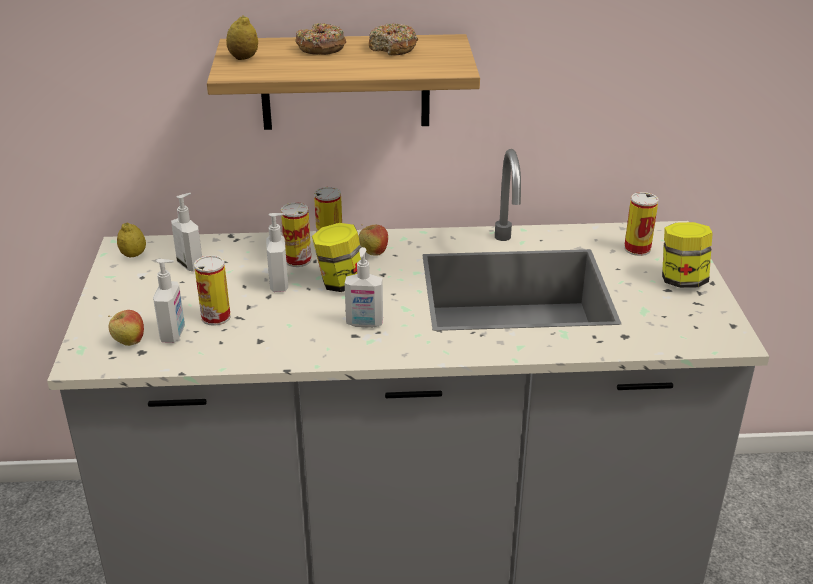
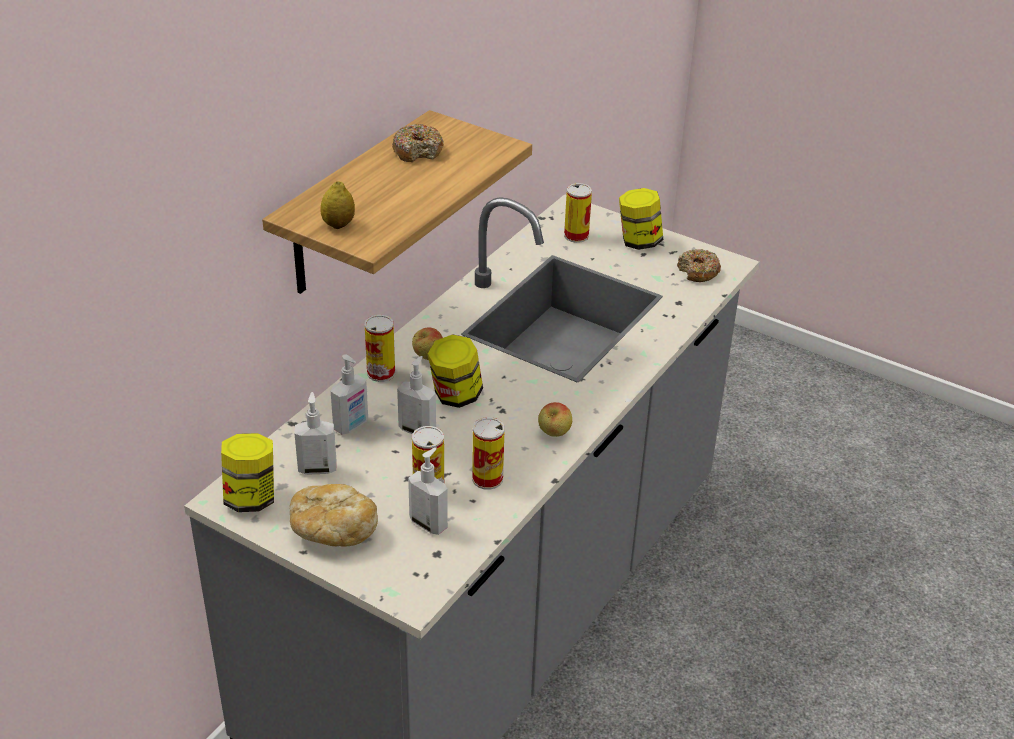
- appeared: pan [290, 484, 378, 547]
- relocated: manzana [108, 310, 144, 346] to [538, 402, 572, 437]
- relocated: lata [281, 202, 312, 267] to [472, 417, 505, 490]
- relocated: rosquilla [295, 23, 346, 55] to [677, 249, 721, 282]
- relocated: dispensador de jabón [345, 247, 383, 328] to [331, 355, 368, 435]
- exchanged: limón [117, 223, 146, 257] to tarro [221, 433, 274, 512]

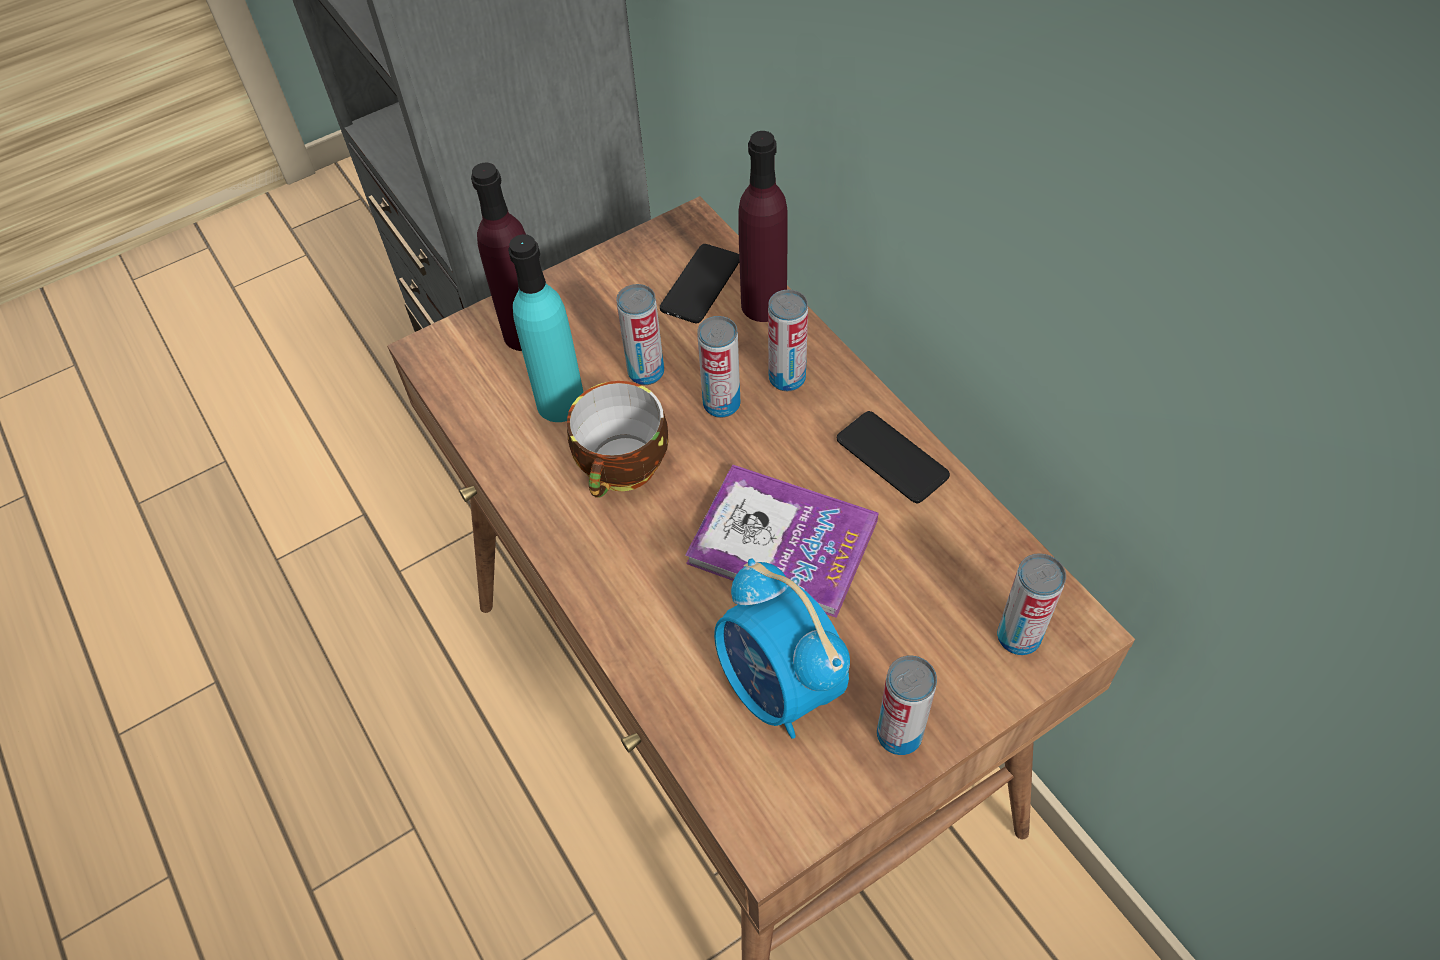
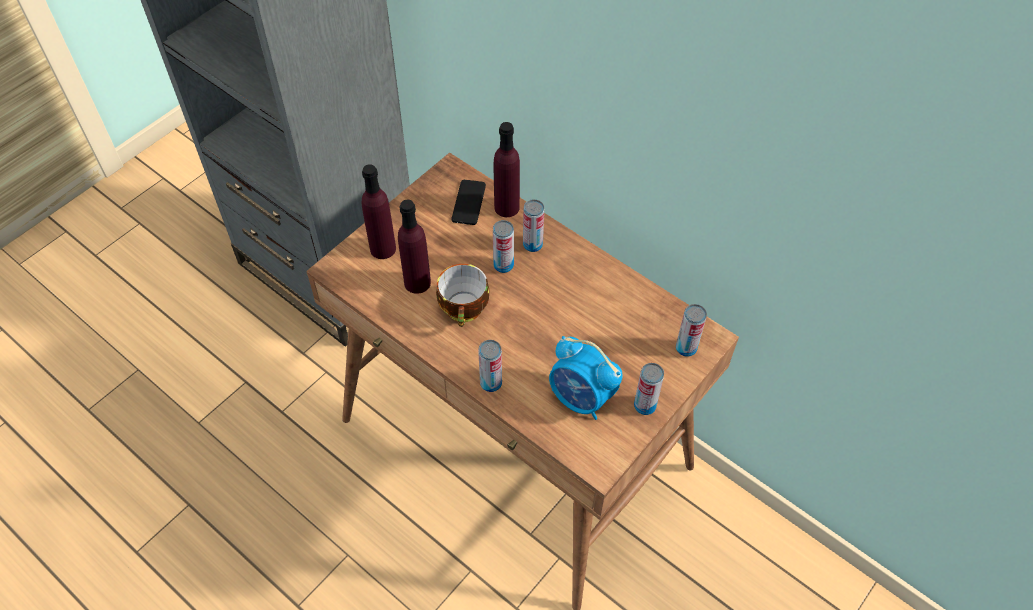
- missing: libro [685, 464, 878, 618]
- missing: móvil [837, 411, 950, 504]
- relocated: lata [616, 284, 664, 385] to [478, 340, 502, 392]
- colour: botella (turquesa) [508, 234, 583, 422] to botella (morado) [398, 200, 431, 294]

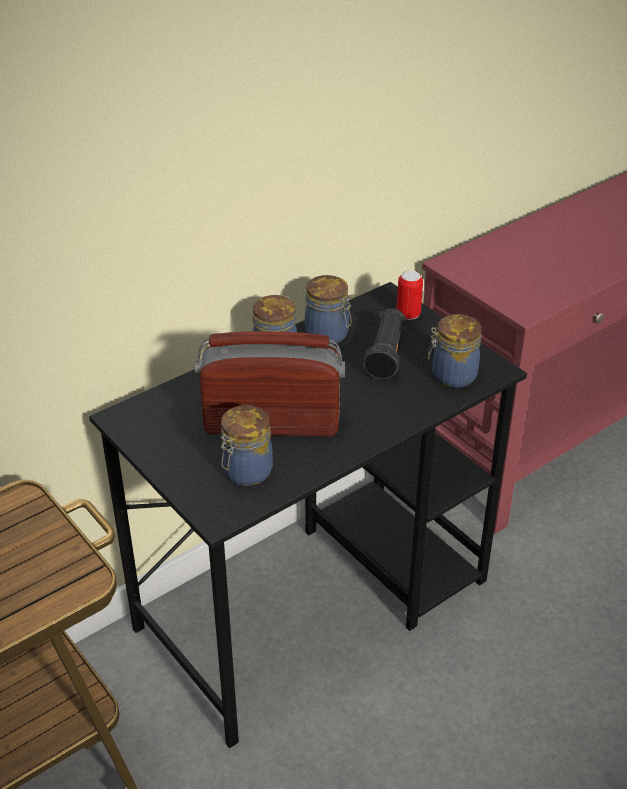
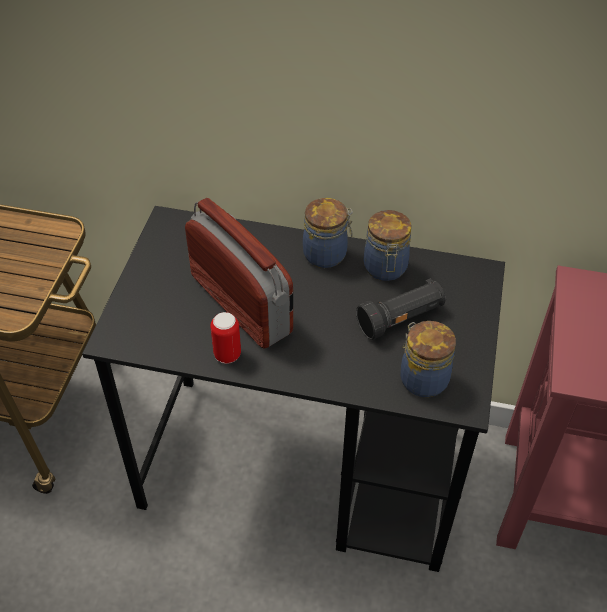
- missing: tarro [221, 405, 273, 486]
- relocated: lata [397, 271, 423, 320] to [210, 312, 241, 364]

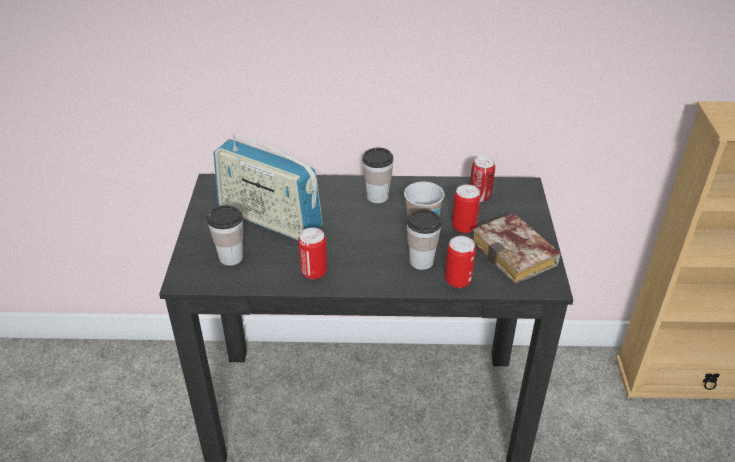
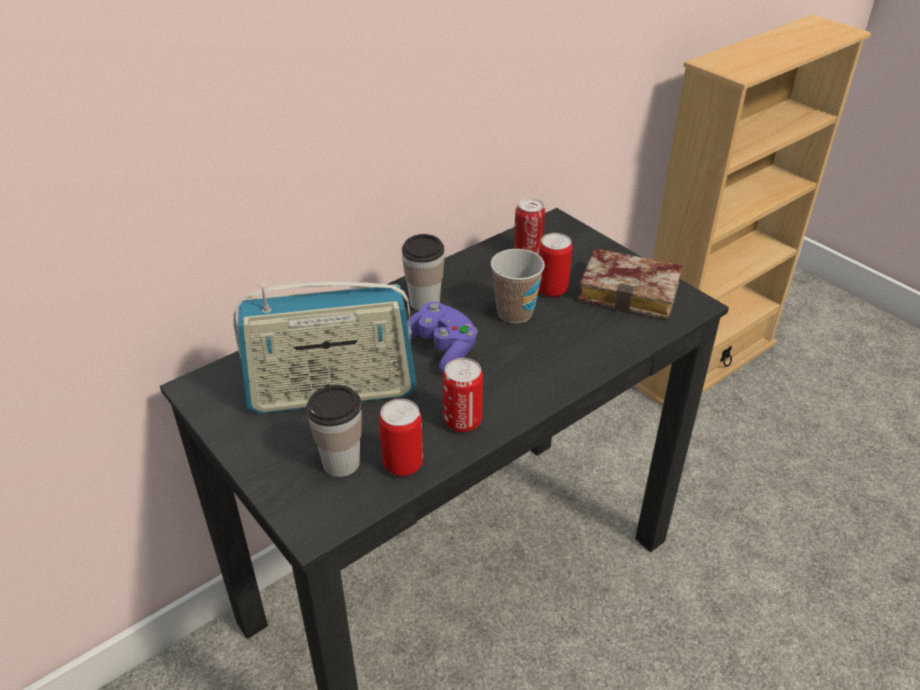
- missing: taza [407, 209, 441, 270]
- appeared: mando de consola (morado) [407, 302, 477, 373]
- relocated: lata [445, 236, 476, 288] to [379, 399, 423, 477]

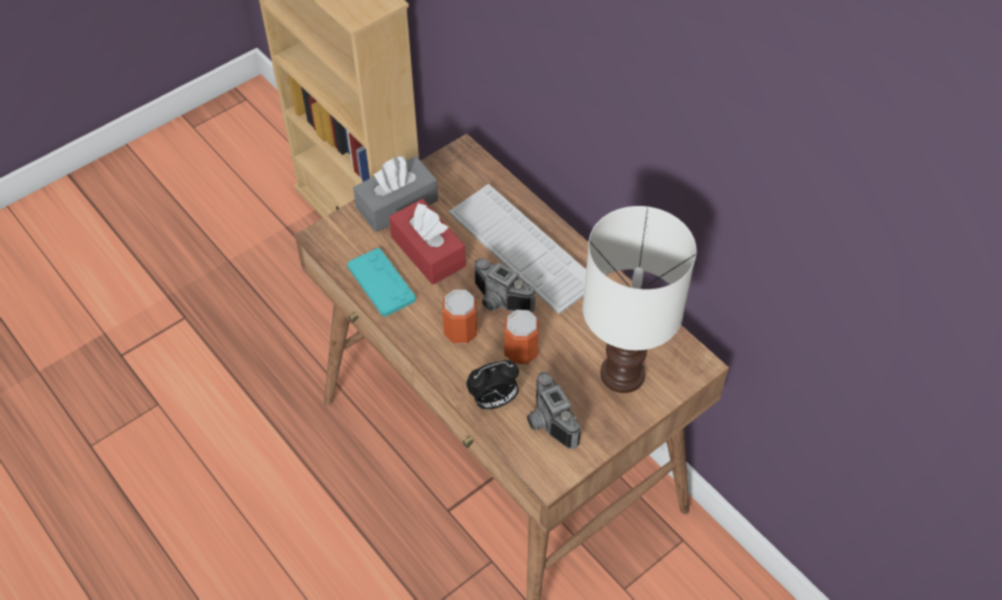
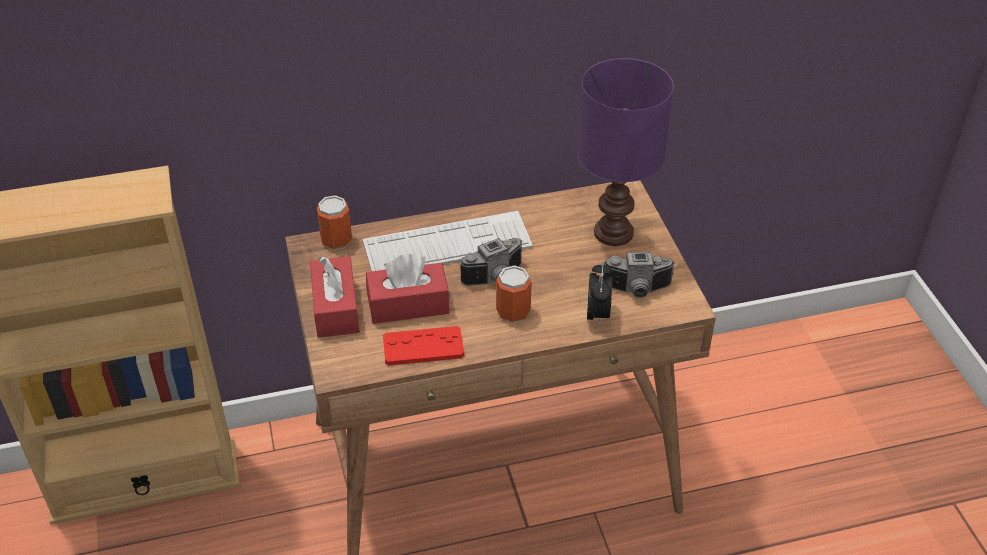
- relocated: lata [504, 310, 539, 365] to [317, 195, 352, 250]
- colour: mando de consola (turquesa) [347, 248, 416, 317] to mando de consola (rojo) [383, 326, 464, 366]
- colour: caja de pañuelos (gris) [353, 155, 438, 232] to caja de pañuelos (rojo) [310, 256, 360, 338]
- colour: lámpara de mesa (blanco) [583, 206, 697, 393] to lámpara de mesa (morado) [578, 58, 674, 246]

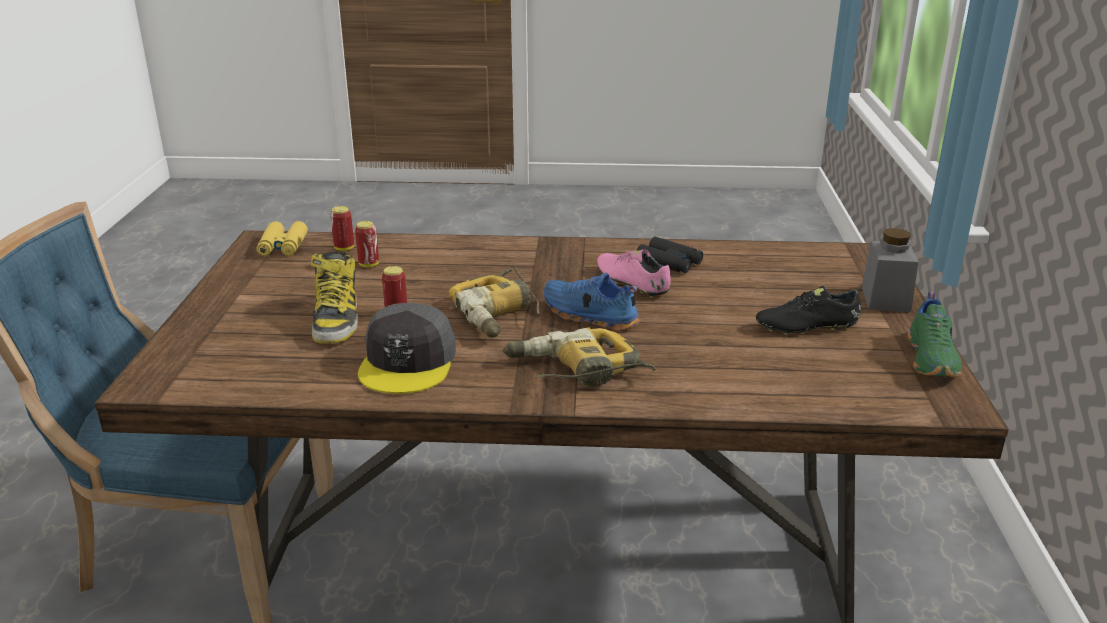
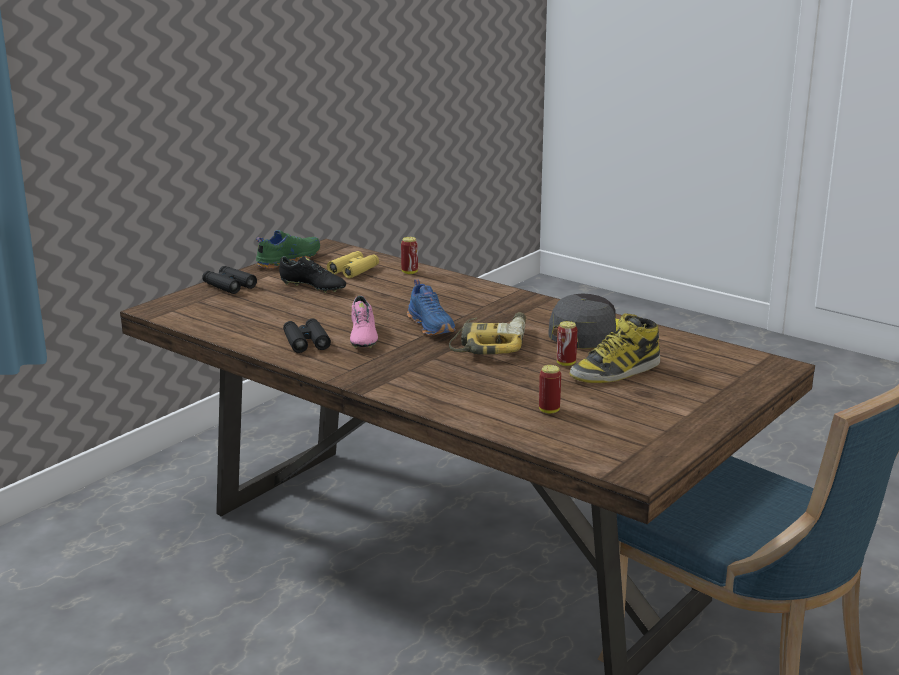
- missing: taladro [503, 327, 656, 388]
- relocated: prismáticos (amarillo) [257, 221, 308, 256] to [327, 251, 379, 278]
- relocated: lata [330, 206, 354, 251] to [401, 237, 418, 274]
- exchanged: tarro (gris) [862, 228, 918, 312] to prismáticos (negro) [202, 266, 257, 294]
- spun: bota [311, 252, 358, 344] = [570, 313, 660, 383] 150 degrees counterclockwise

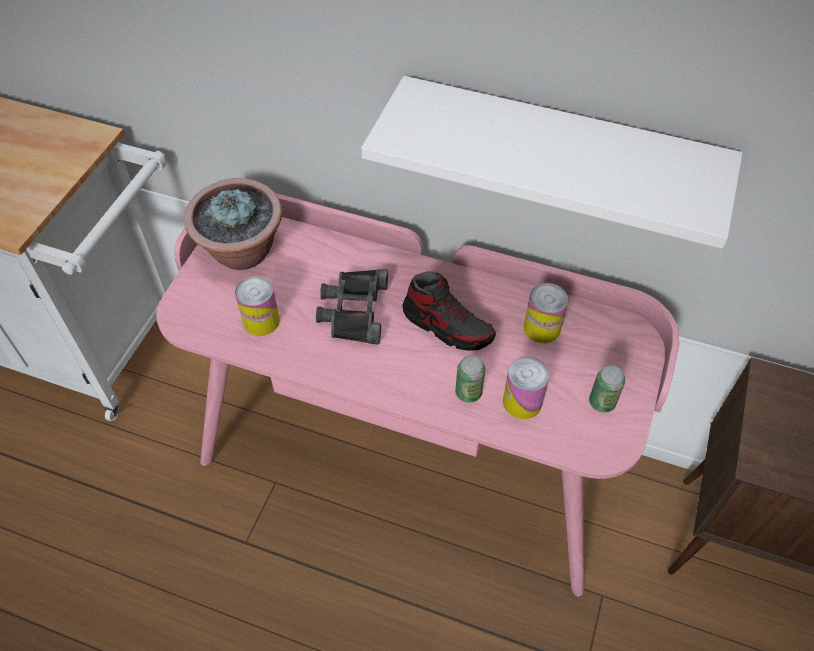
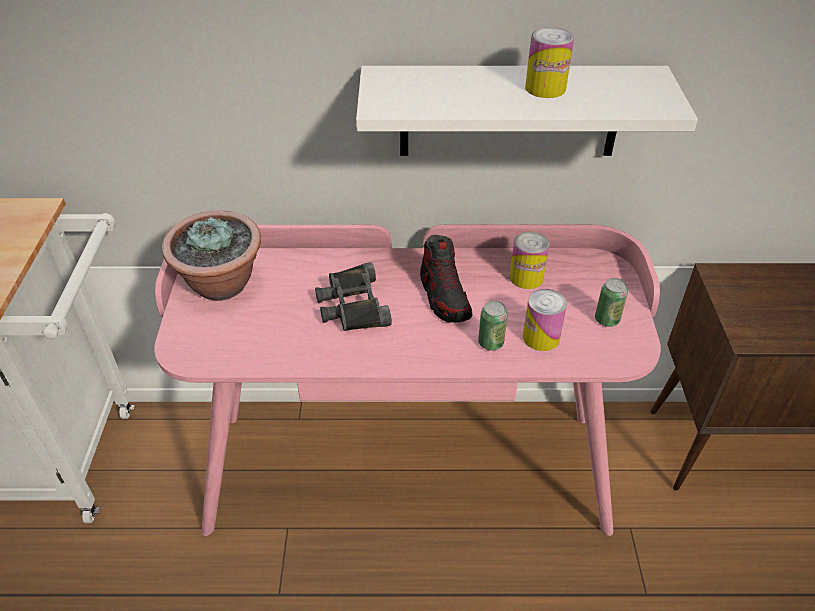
- relocated: lata [235, 276, 280, 336] to [525, 27, 574, 98]
- spun: zapato [403, 271, 496, 351] = [420, 235, 472, 323] 60 degrees clockwise

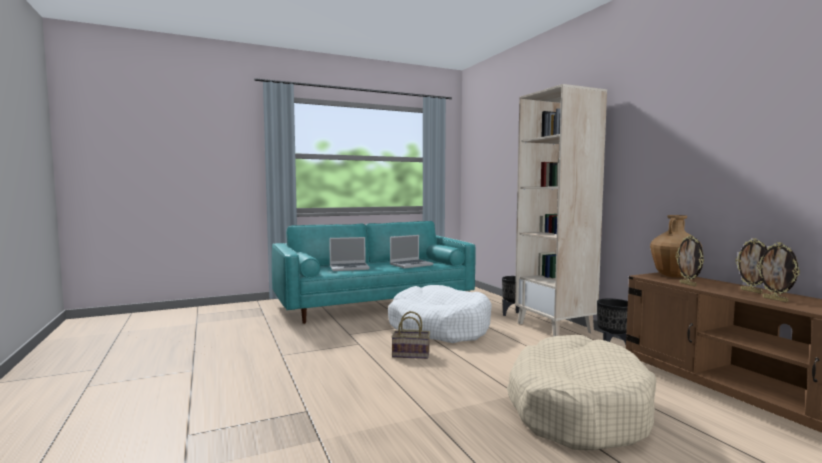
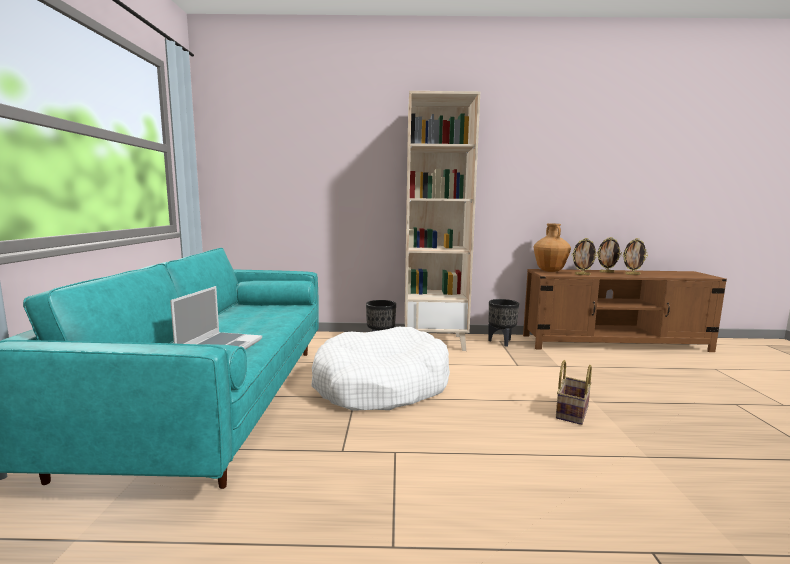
- missing: portátil [390, 235, 434, 268]
- missing: cama para perro (beis) [507, 335, 656, 450]
- relocated: cesta [391, 311, 430, 359] to [556, 360, 592, 425]

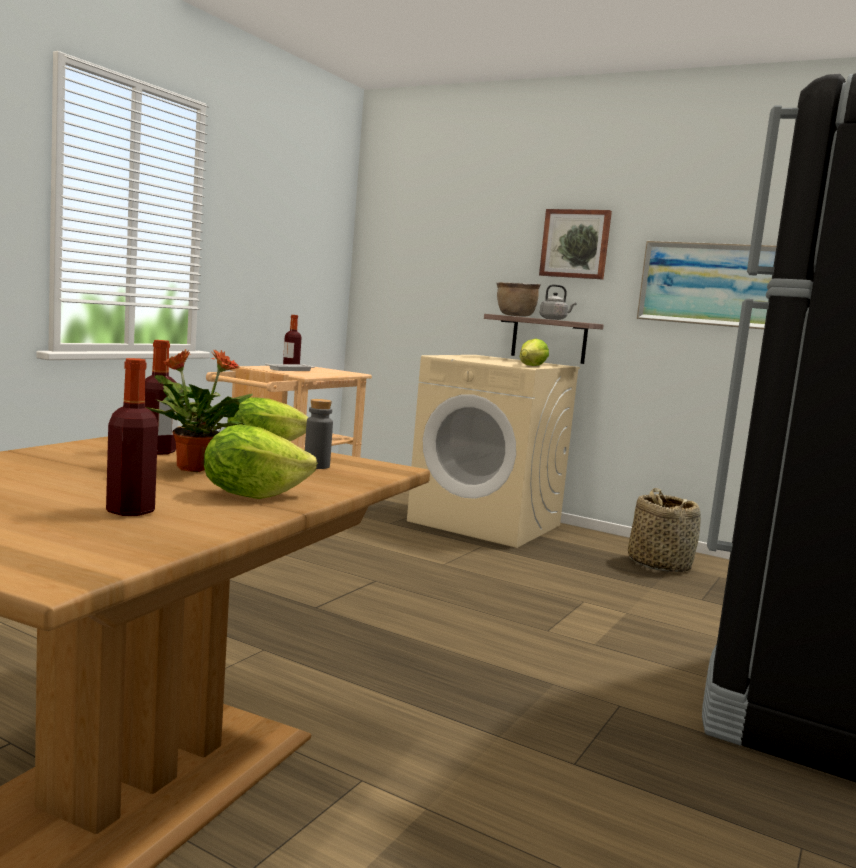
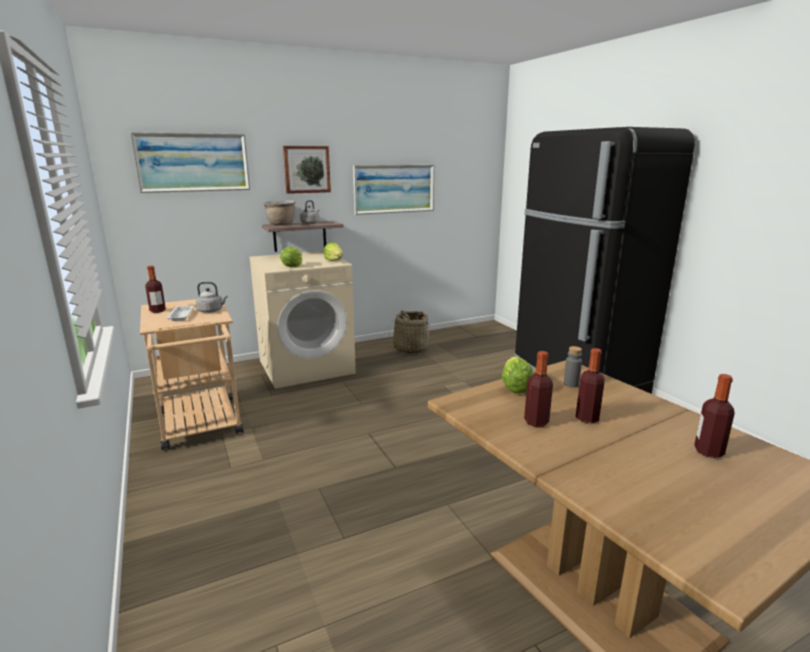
- appeared: cuadro [130, 132, 250, 193]
- appeared: hervidor (gris) [196, 282, 228, 313]
- relocated: lechuga [204, 424, 317, 499] to [280, 247, 302, 267]
- exchanged: planta en maceta [146, 349, 253, 472] to botella [576, 348, 605, 423]

